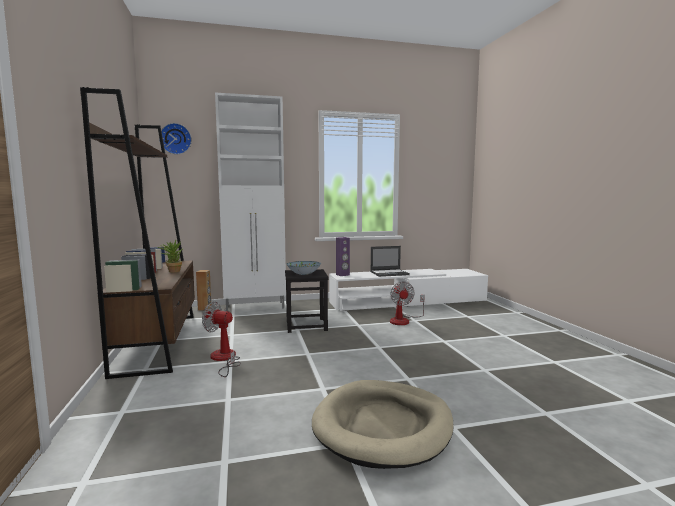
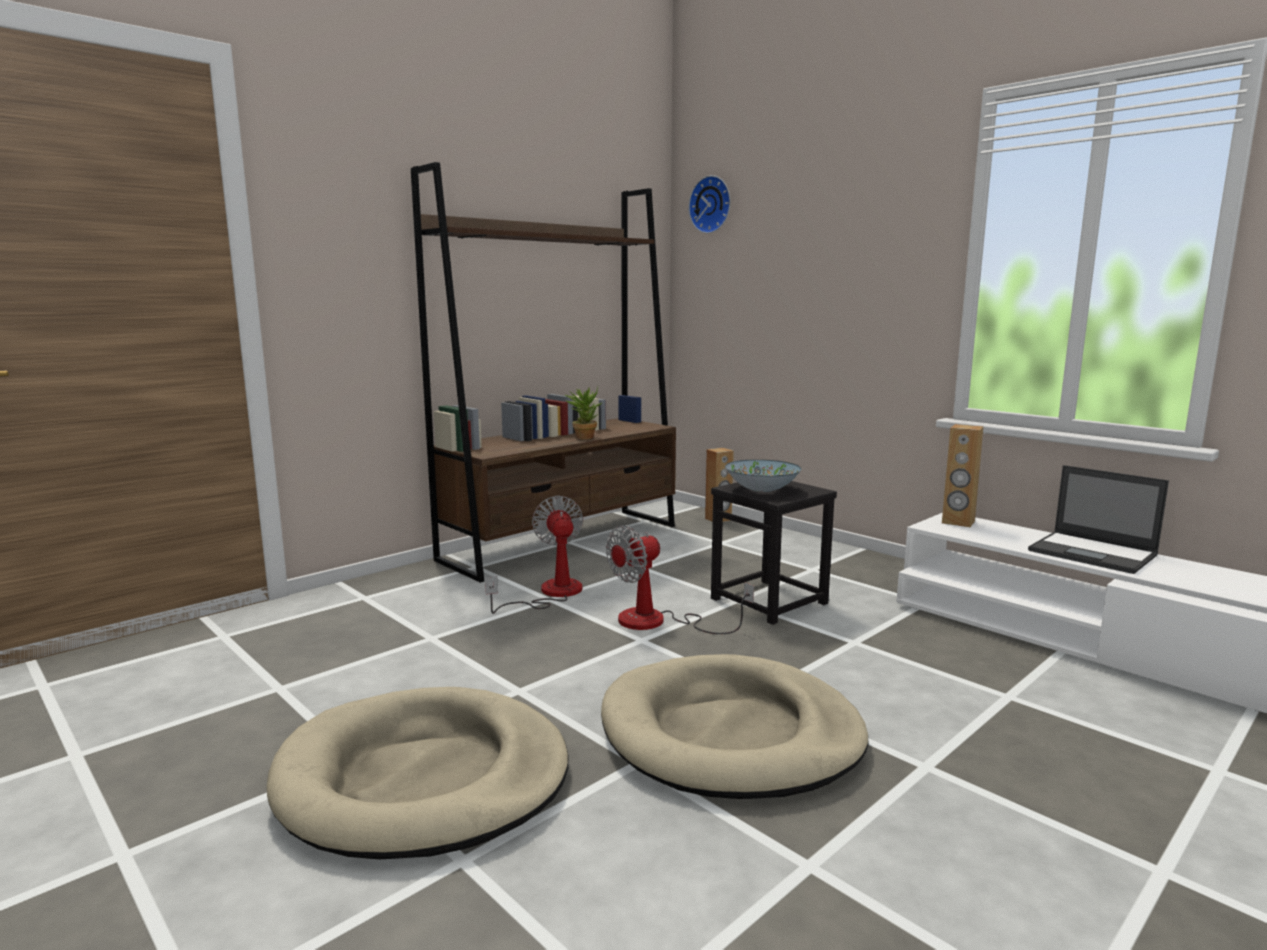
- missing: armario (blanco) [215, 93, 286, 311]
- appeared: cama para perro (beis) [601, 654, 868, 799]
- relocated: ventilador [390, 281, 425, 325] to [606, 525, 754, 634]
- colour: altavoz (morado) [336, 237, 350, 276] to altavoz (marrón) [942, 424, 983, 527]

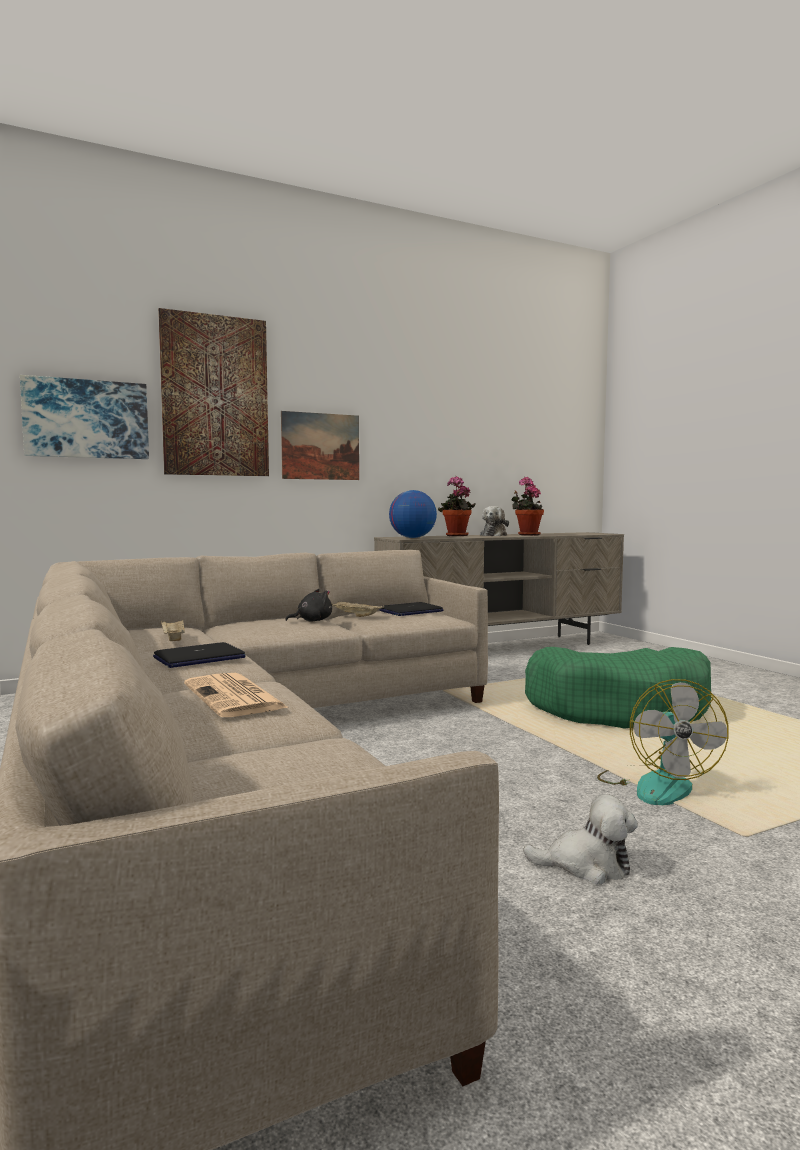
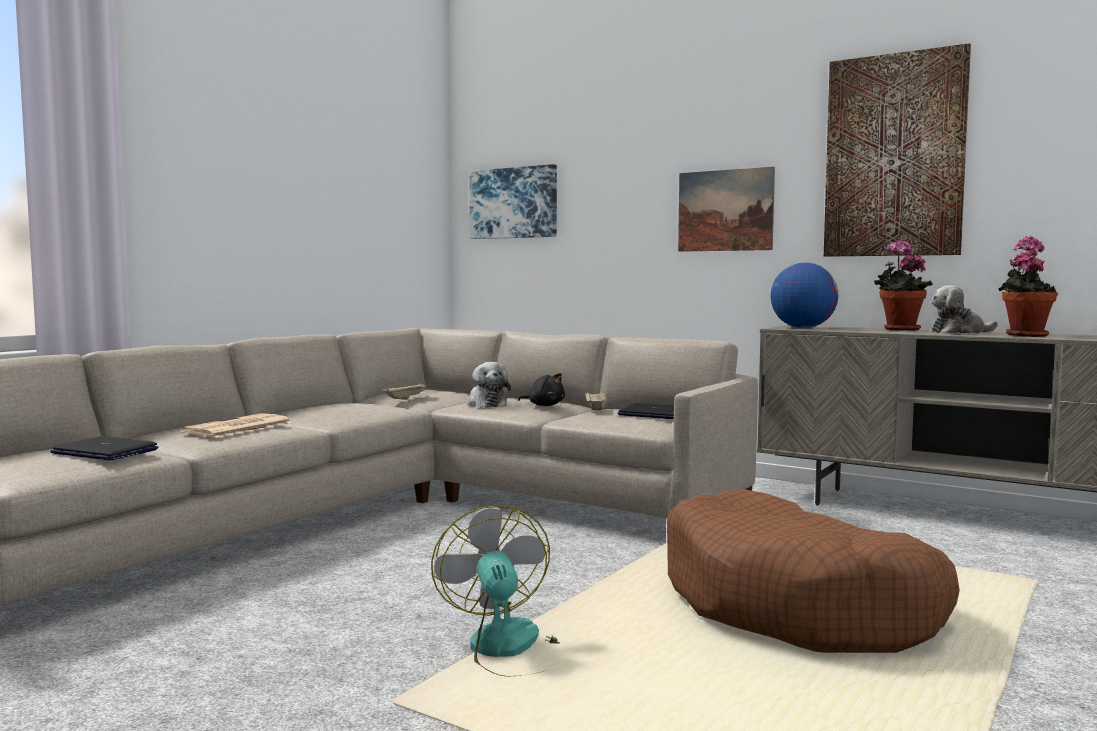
- relocated: portátil [153, 642, 246, 668] to [50, 436, 158, 460]
- relocated: cuadro [158, 308, 269, 476] to [824, 43, 971, 257]
- relocated: peluche [523, 794, 638, 884] to [468, 362, 511, 408]
- colour: cama para perro (verde) [525, 647, 711, 729] to cama para perro (marrón) [667, 489, 960, 653]
- spun: ventilador [597, 679, 729, 805] = [431, 505, 560, 676] 105 degrees clockwise

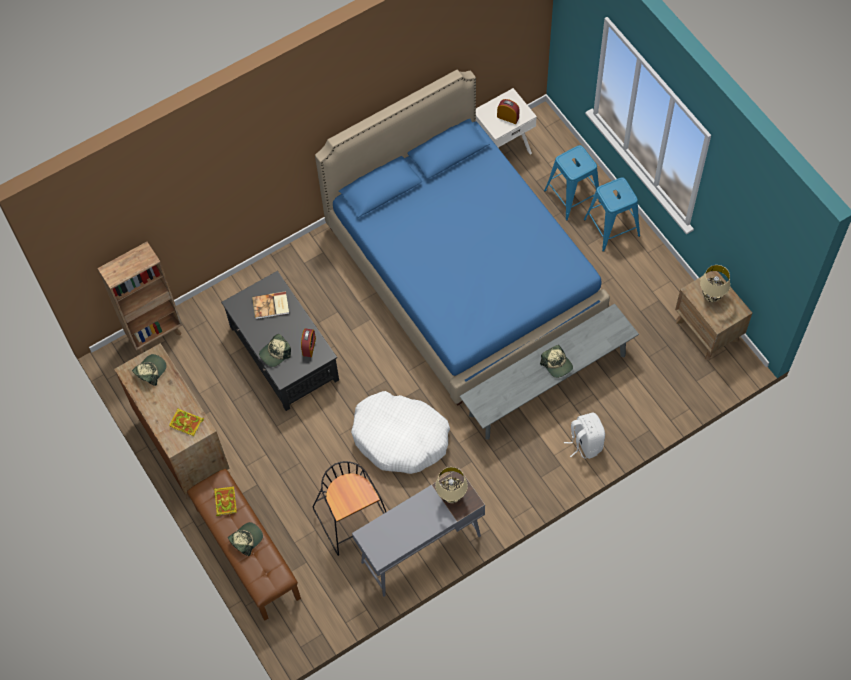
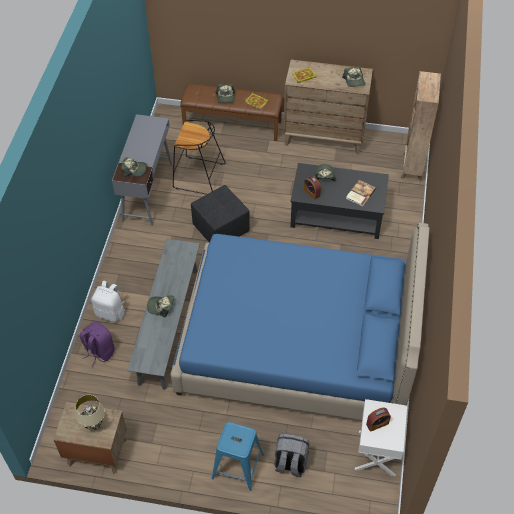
- appeared: mochila (morado) [80, 321, 115, 367]
- exchanged: cama para perro (blanco) [351, 391, 450, 474] to puf (negro) [191, 185, 250, 242]
- exchanged: lámpara de mesa (beis) [435, 467, 468, 503] to gorra [121, 157, 147, 178]
- exchanged: taburete (azul) [544, 145, 600, 220] to mochila (gris) [274, 434, 309, 477]

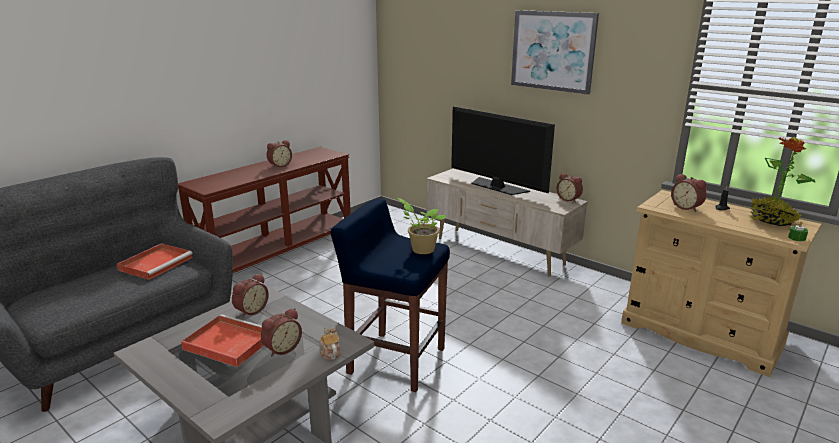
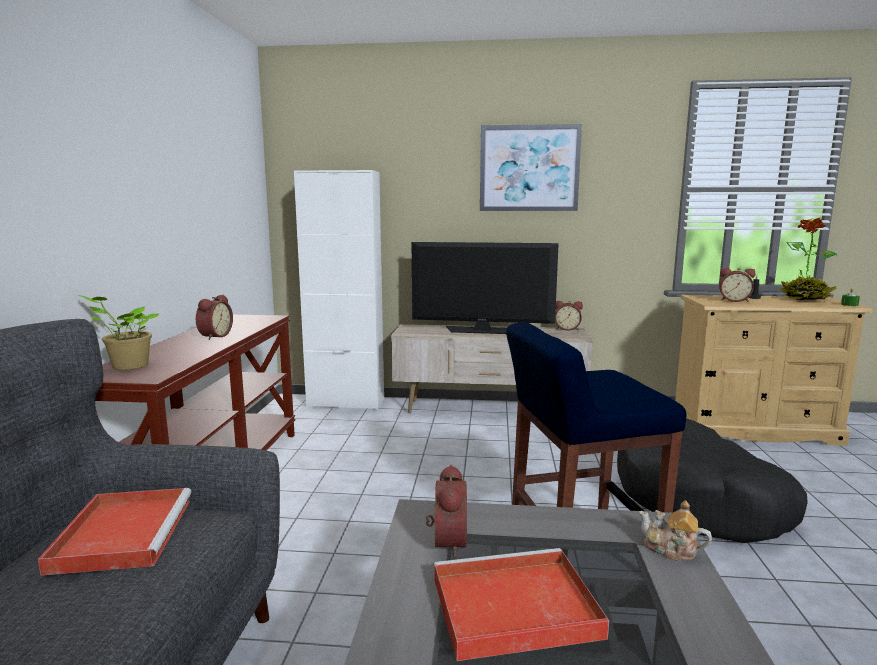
- missing: despertador [260, 308, 302, 357]
- appeared: armario (blanco) [294, 170, 384, 410]
- appeared: cama para perro (negro) [617, 418, 808, 543]
- relocated: planta en maceta [397, 198, 446, 254] to [78, 295, 159, 370]

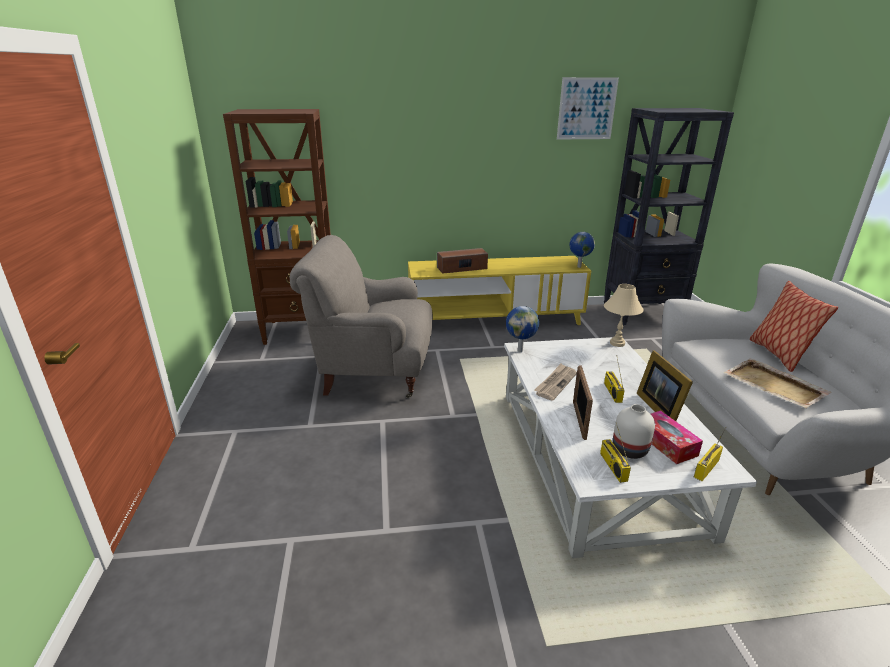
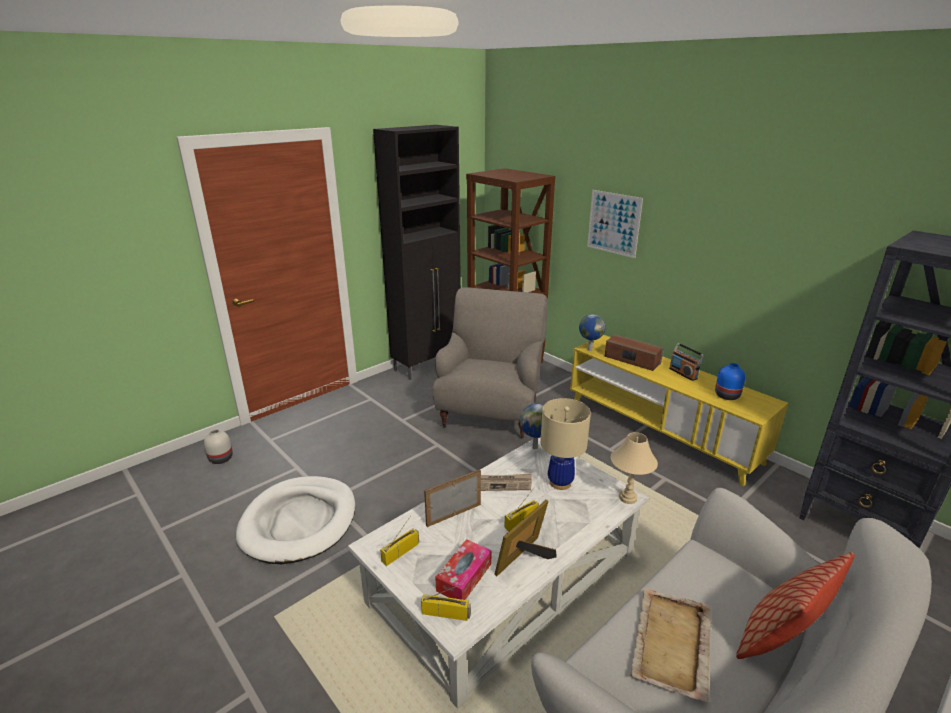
- appeared: cama para perro (blanco) [236, 476, 355, 564]
- appeared: armario (negro) [373, 125, 461, 380]
- appeared: lámpara de mesa (beis) [540, 398, 591, 490]
- appeared: radio [669, 343, 705, 381]
- appeared: florero (azul) [715, 363, 745, 400]
- relocated: cuadro [557, 77, 619, 140] to [587, 190, 643, 258]
- relocated: globo terráqueo [570, 232, 595, 268] to [579, 314, 606, 351]
- relocated: florero (blanco) [613, 404, 655, 459] to [204, 429, 233, 464]
- spun: sillón (gris) [290, 235, 433, 398] = [432, 287, 548, 438] 45 degrees clockwise

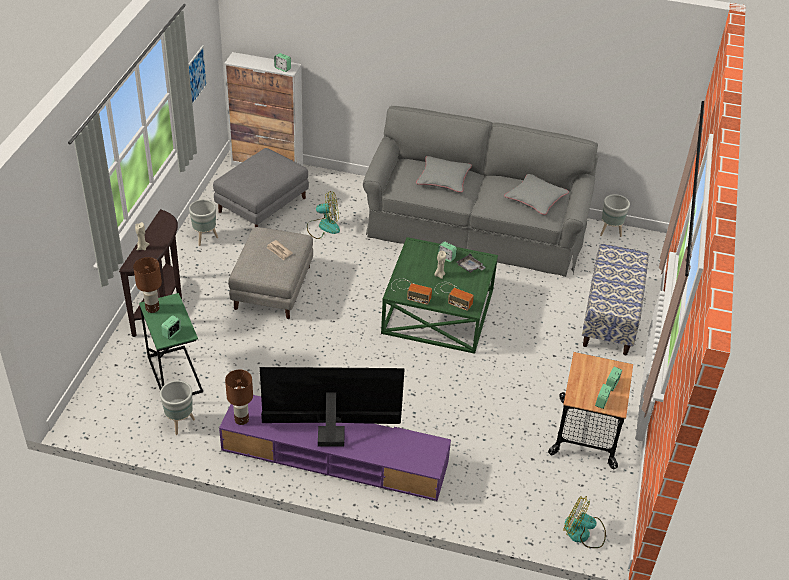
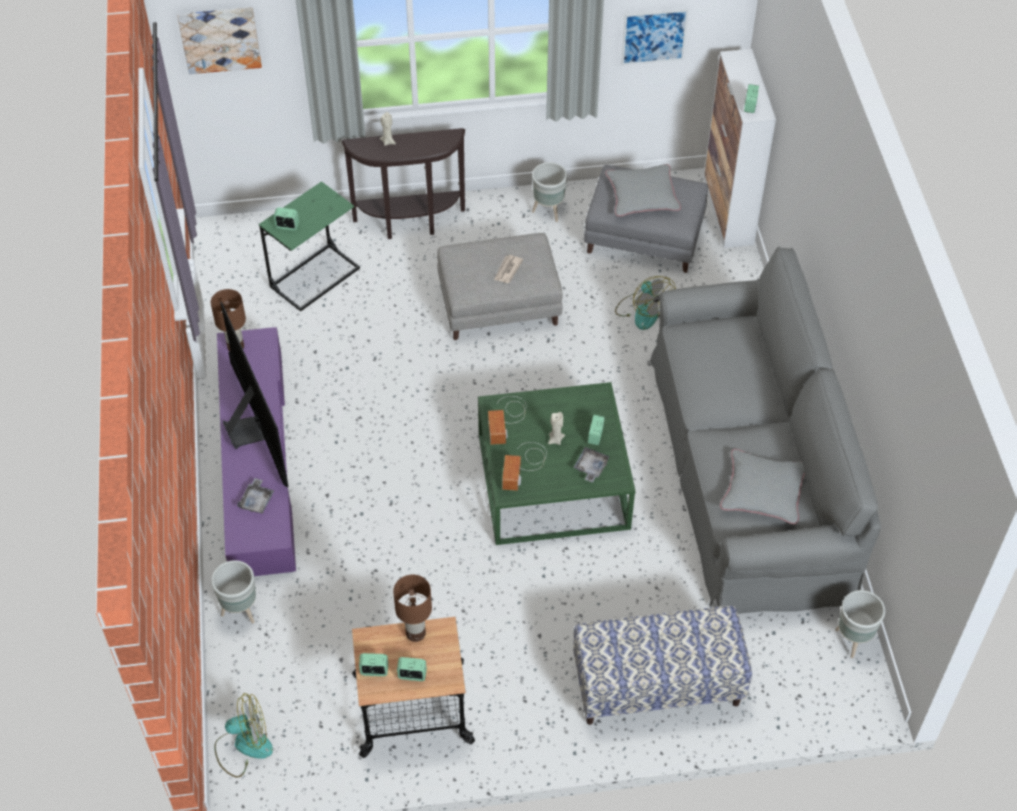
- appeared: cuadro [178, 7, 262, 74]
- appeared: bandeja (gris) [237, 478, 274, 514]
- relocated: lámpara de mesa (marrón) [133, 257, 162, 313] to [393, 574, 432, 642]
- relocated: maceta (gris) [160, 381, 195, 435] to [211, 560, 256, 624]
- relocated: cojín (gris) [416, 156, 472, 192] to [605, 164, 681, 217]
- spun: ventilador [563, 496, 606, 548] = [214, 693, 273, 778] 75 degrees clockwise

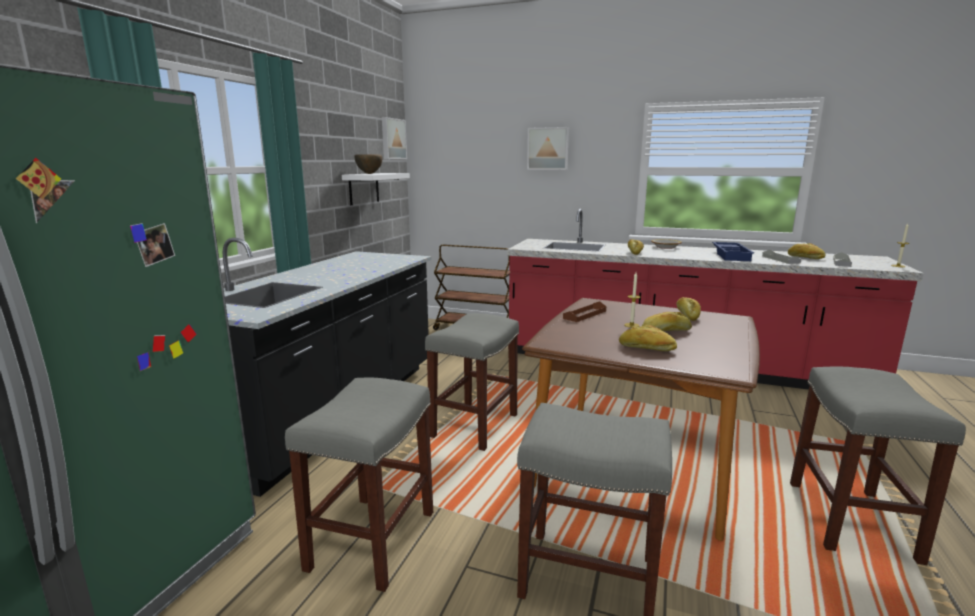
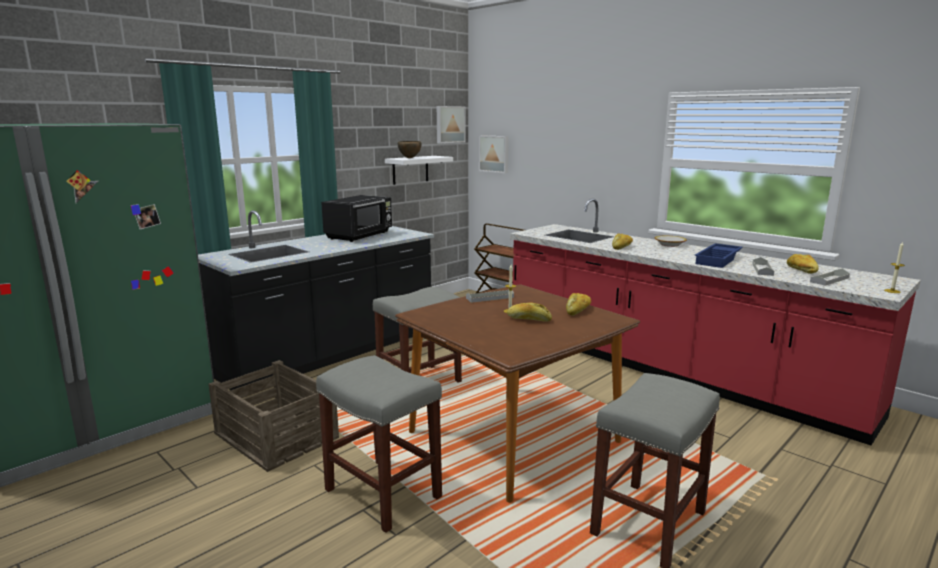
- missing: pan [619, 325, 677, 351]
- appeared: microondas (negro) [321, 195, 392, 242]
- relocated: cuadro [527, 127, 569, 170] to [479, 135, 509, 173]
- exchanged: taburete (gris) [285, 378, 433, 592] to caja de embalaje [209, 360, 339, 472]
- colour: bandeja (marrón) [563, 301, 606, 322] to bandeja (gris) [466, 289, 514, 303]

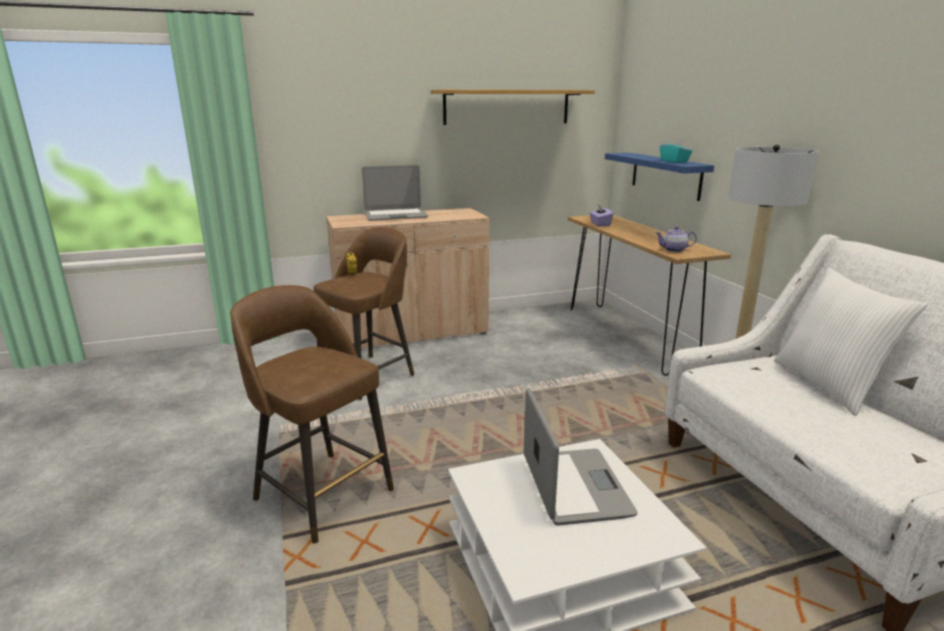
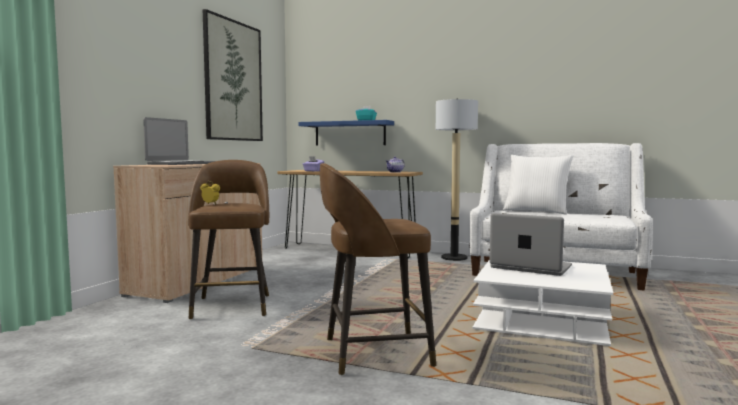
- exchanged: estante [431, 90, 595, 125] to cuadro [203, 9, 263, 141]

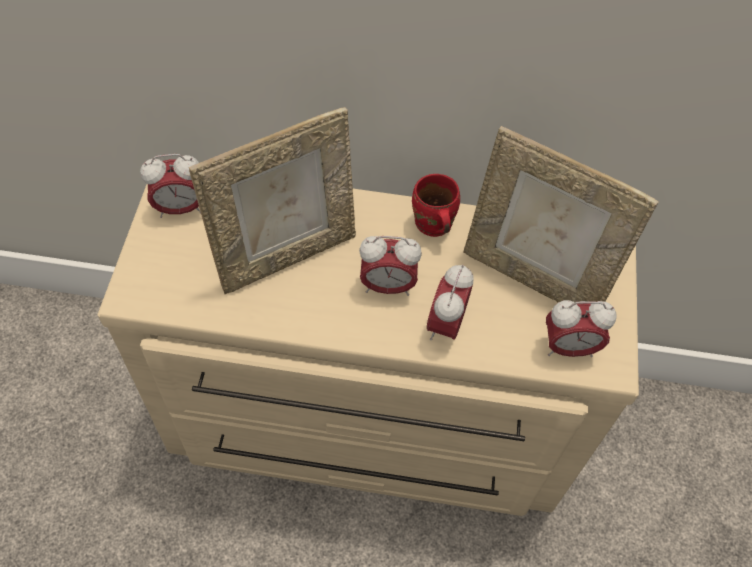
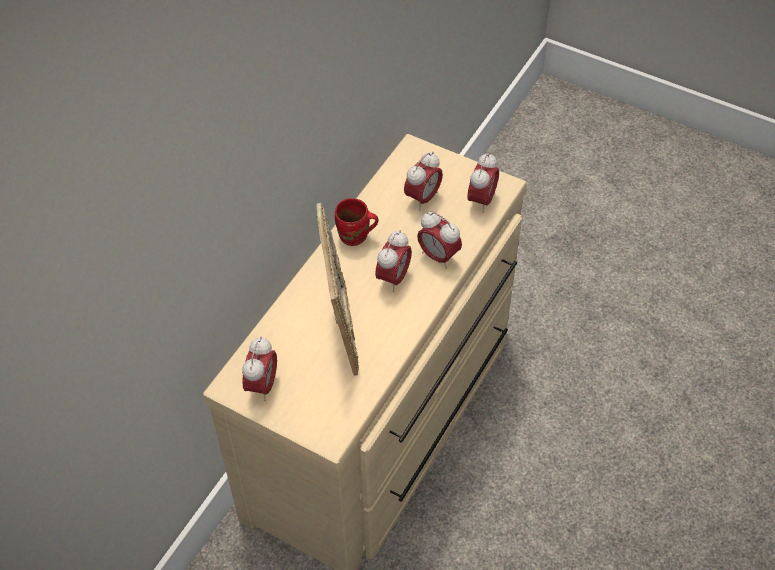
- exchanged: portarretratos [464, 126, 659, 302] to despertador [404, 152, 443, 210]

